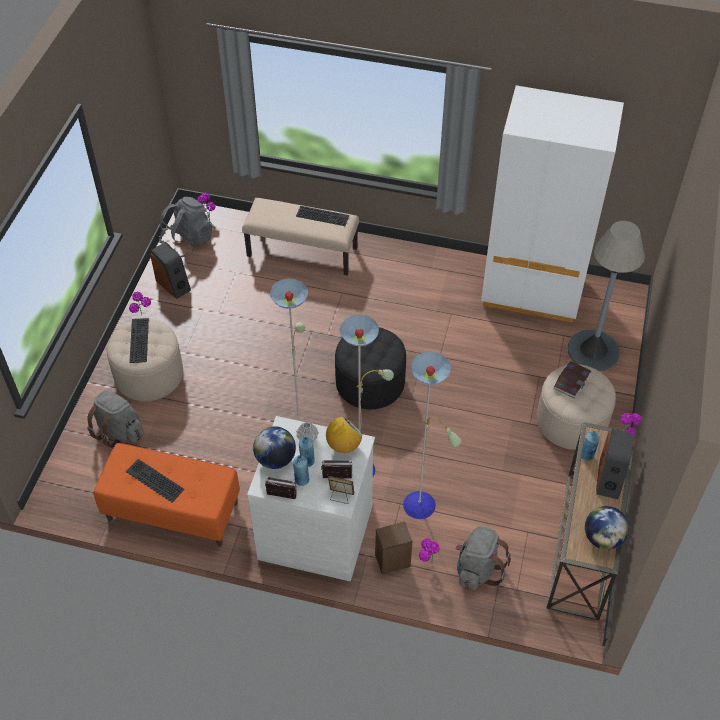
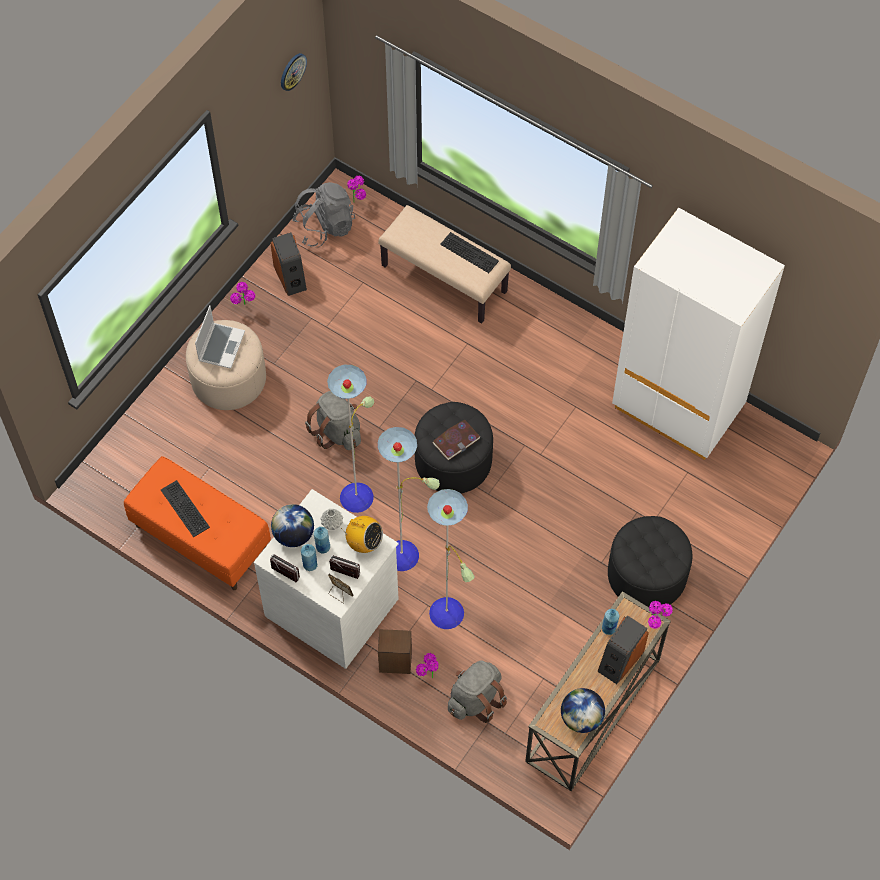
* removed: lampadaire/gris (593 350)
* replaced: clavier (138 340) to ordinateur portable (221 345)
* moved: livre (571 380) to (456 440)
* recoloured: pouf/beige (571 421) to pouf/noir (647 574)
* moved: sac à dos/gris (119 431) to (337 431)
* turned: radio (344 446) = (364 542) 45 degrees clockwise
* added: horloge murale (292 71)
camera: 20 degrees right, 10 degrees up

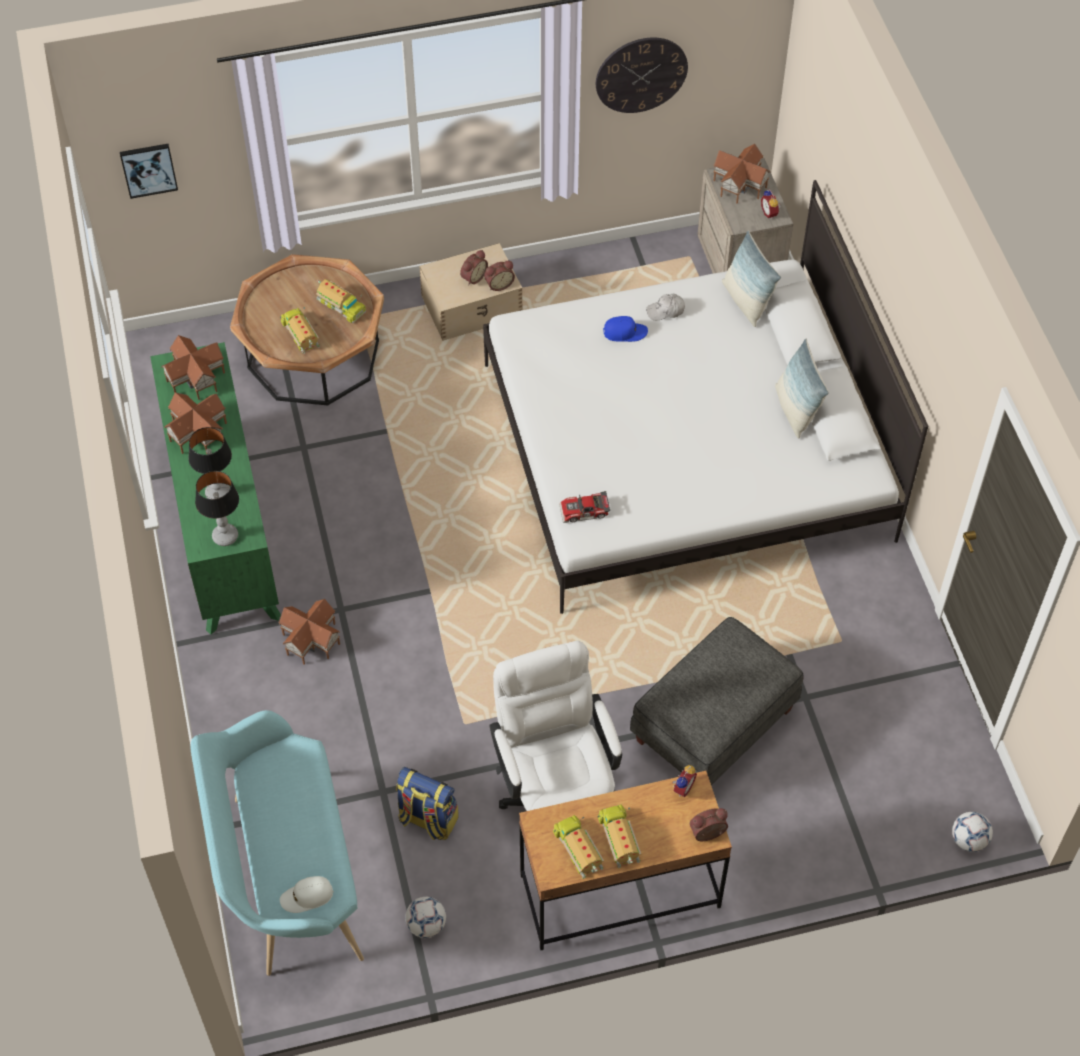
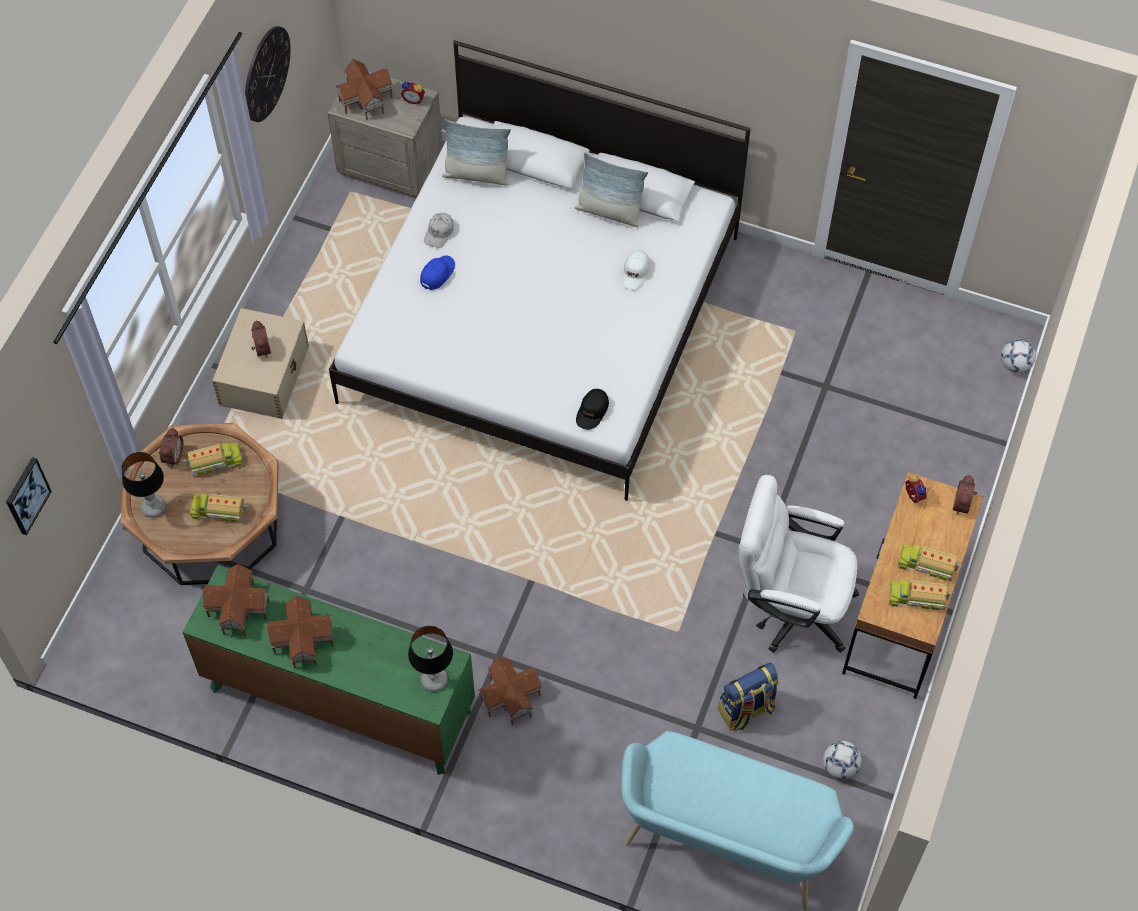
* moved: réveil (499 284) to (172 456)
* moved: lampe de table (219 493) to (153 507)
* replaced: petite voiture (584 512) to casquette/noir (592 411)
* removed: pouf/gris (714 727)
* moved: casquette/blanc (307 897) to (635 272)
camera: 55 degrees left, 5 degrees up

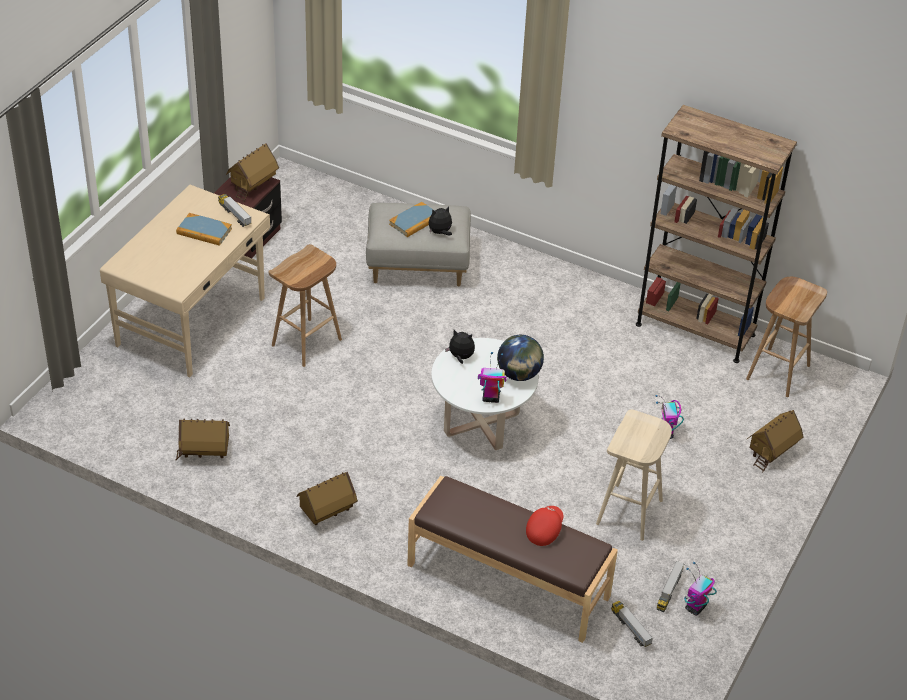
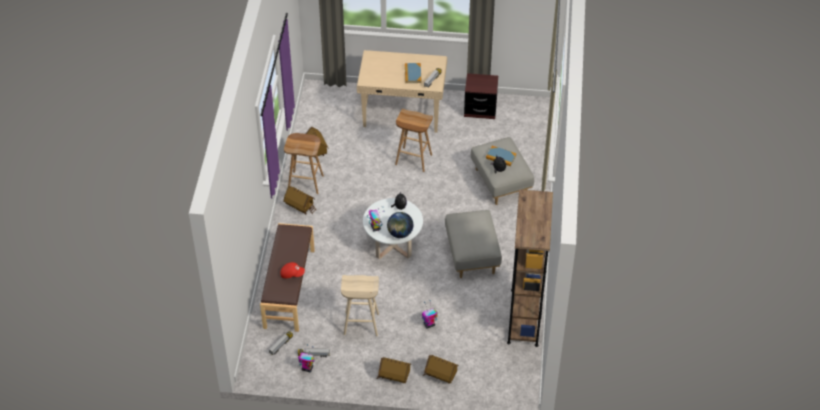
* moved: maison miniature (253 186) to (394 377)
* moved: tabouret/marron (777 371) to (306 182)
* added: pouf/gris (471 255)
camera: 70 degrees right, 5 degrees up

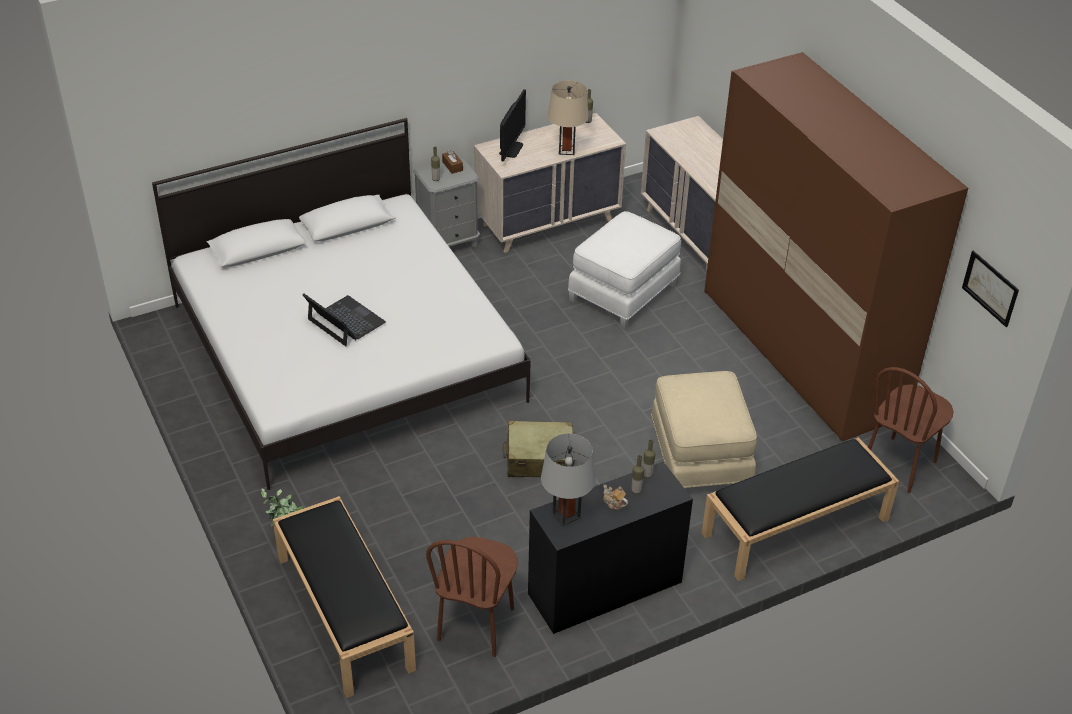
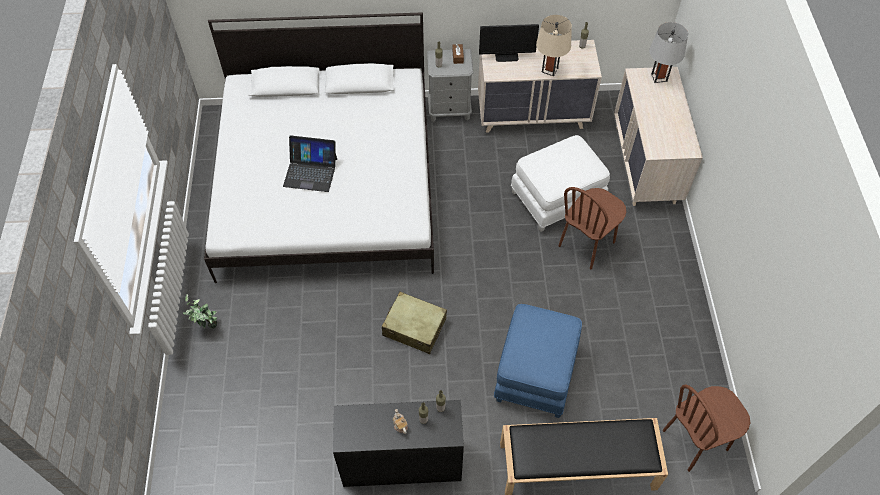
* removed: armoire/marron (801 353)
* turned: écran d'ordinateur (511 149) = (506 56) 45 degrees clockwise
* removed: tableau (990 288)
* turned: ordinateur portable (345 321) = (310 172) 120 degrees clockwise
* recoloured: pouf/beige (699 458) to pouf/bleu (535 372)
* moved: lampe de table/gris (566 515) to (659 77)
* removed: banc/noir (343 612)
* moved: chaise/marron (476 624) to (587 244)
camera: 25 degrees right, 15 degrees up

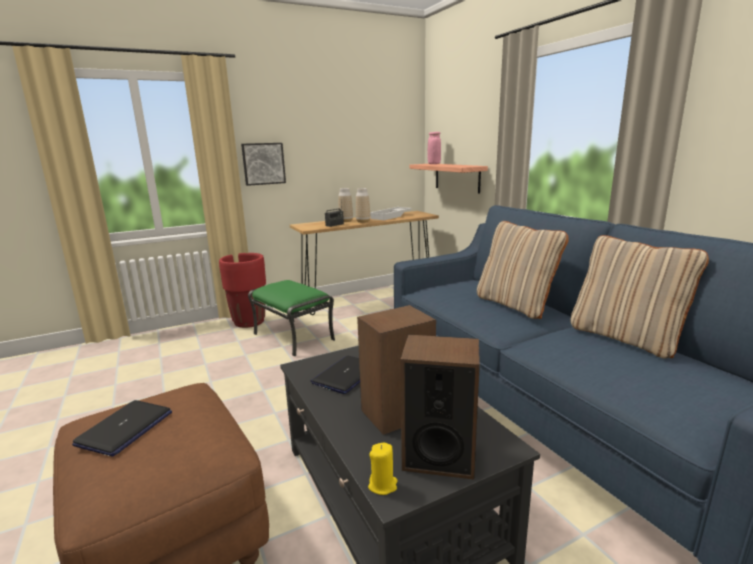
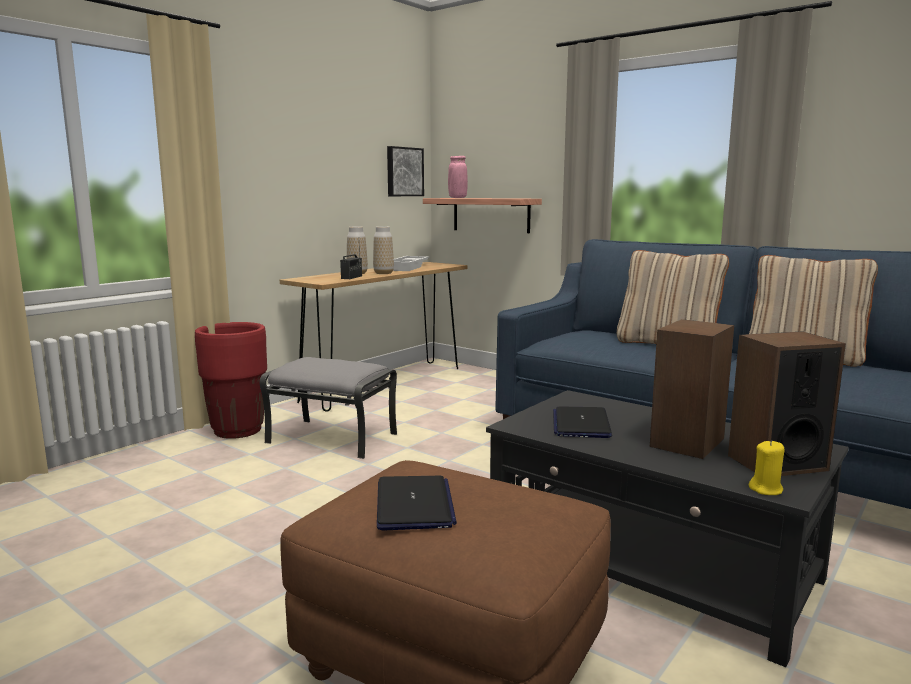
* moved: tableau (263 163) to (404 172)
* recoloured: pouf/vert (294 337) to pouf/gris (333 438)
camera: 25 degrees left, 5 degrees down

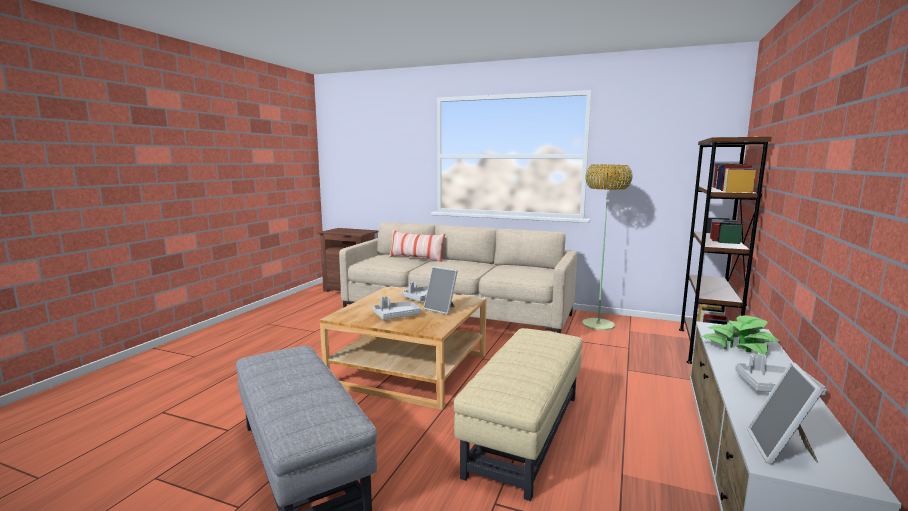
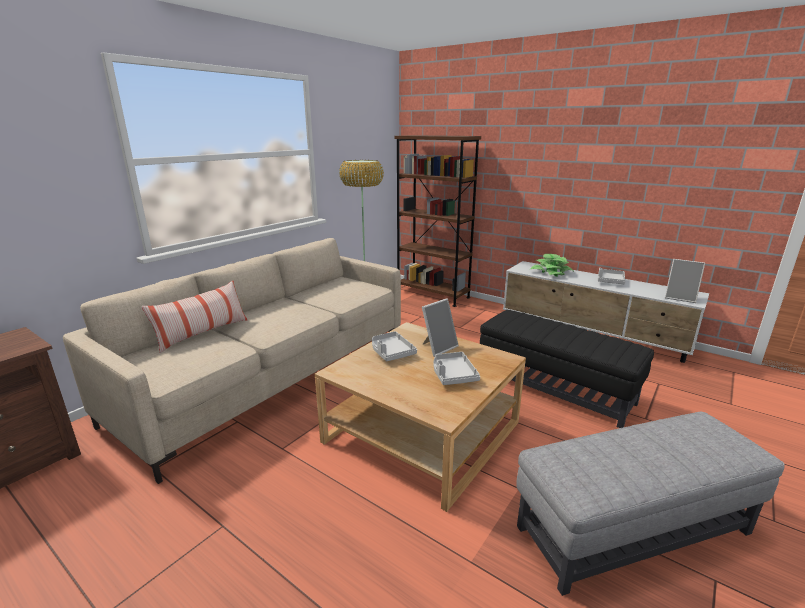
* recoloured: pouf/beige (525 433) to pouf/noir (555 388)
camera: 75 degrees left, 10 degrees up

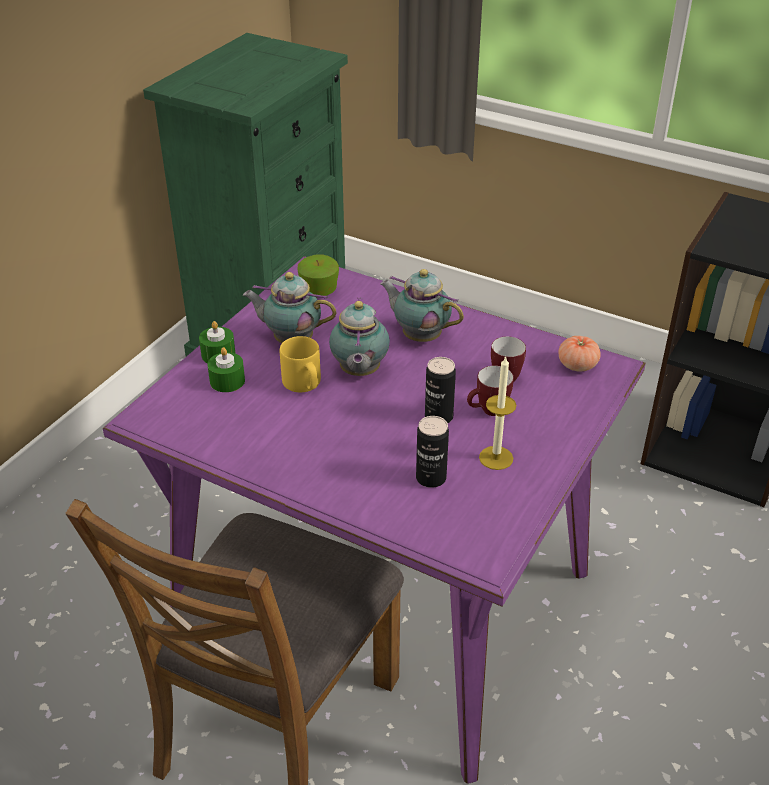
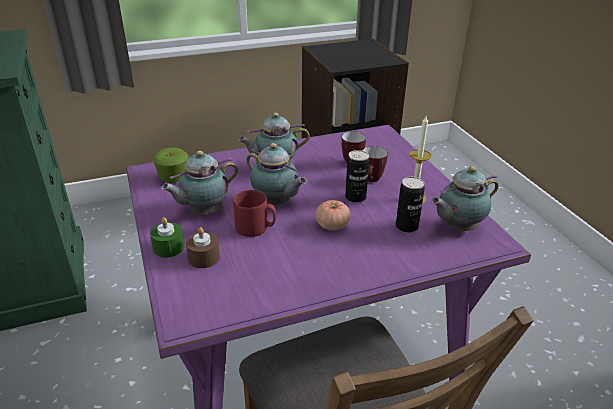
* recoloured: mug/jaune (303 384) to mug/rouge (256 228)
* moved: tomate (577 365) to (332 225)
* recoloured: bougie/vert (227 381) to bougie/marron (204 257)
* added: théière (457 227)
camera: 50 degrees left, 5 degrees down

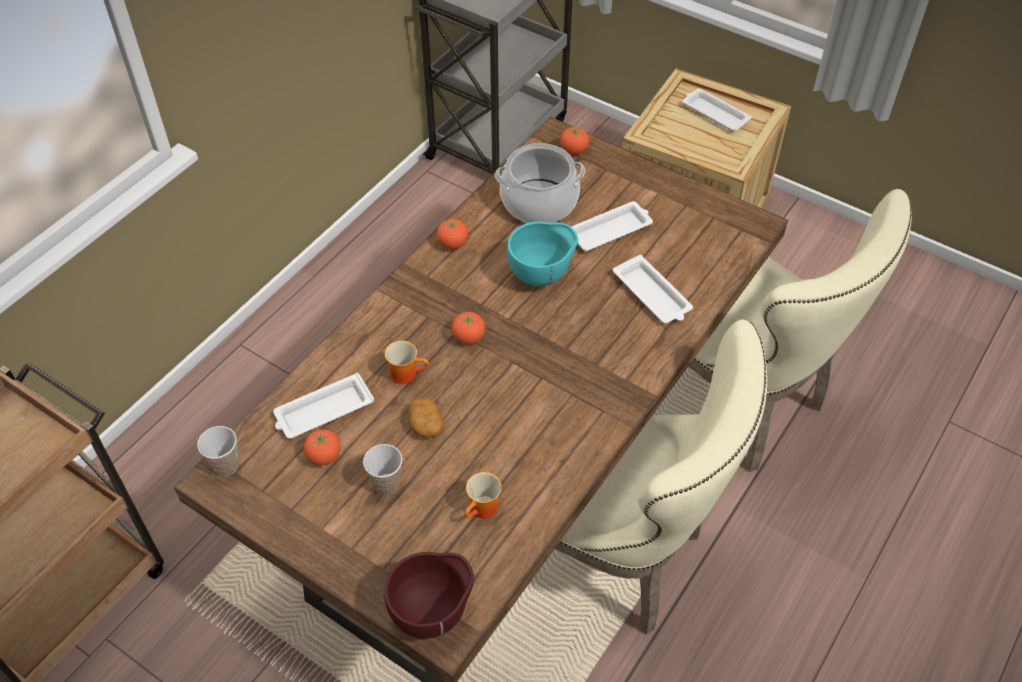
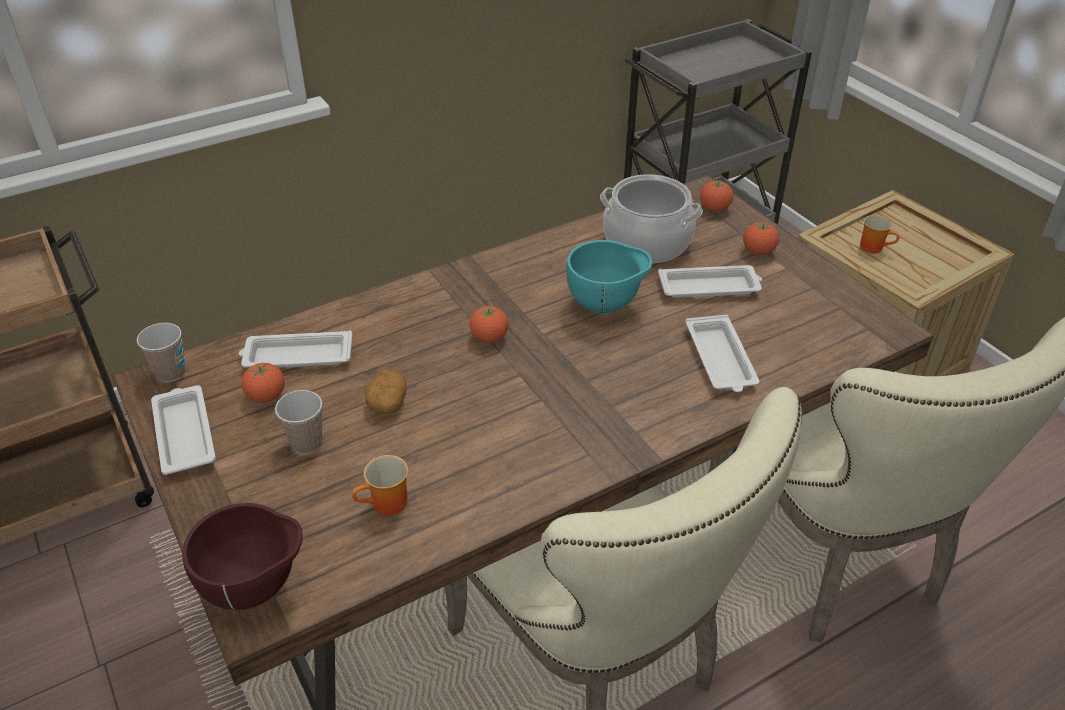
* moved: plateau/blanc (714 113) to (184 433)
* moved: tomate (452 244) to (758 251)
* moved: mug (407 373) to (874 247)
camera: 25 degrees right, 10 degrees down

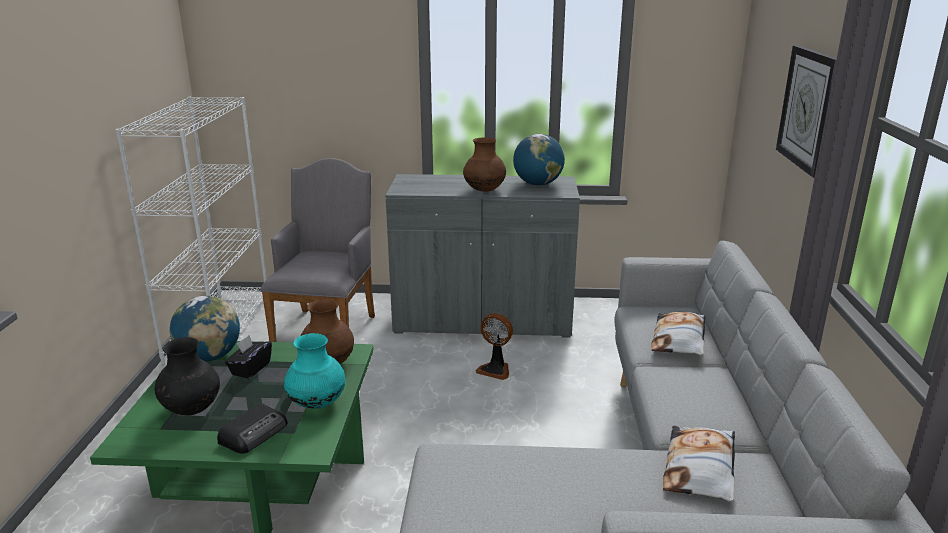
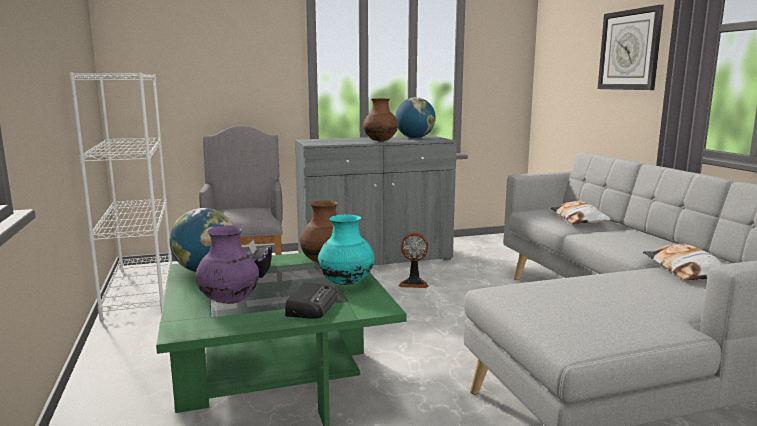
* recoloured: vase/noir (191 409) to vase/violet (229 301)
camera: 20 degrees left, 10 degrees down

